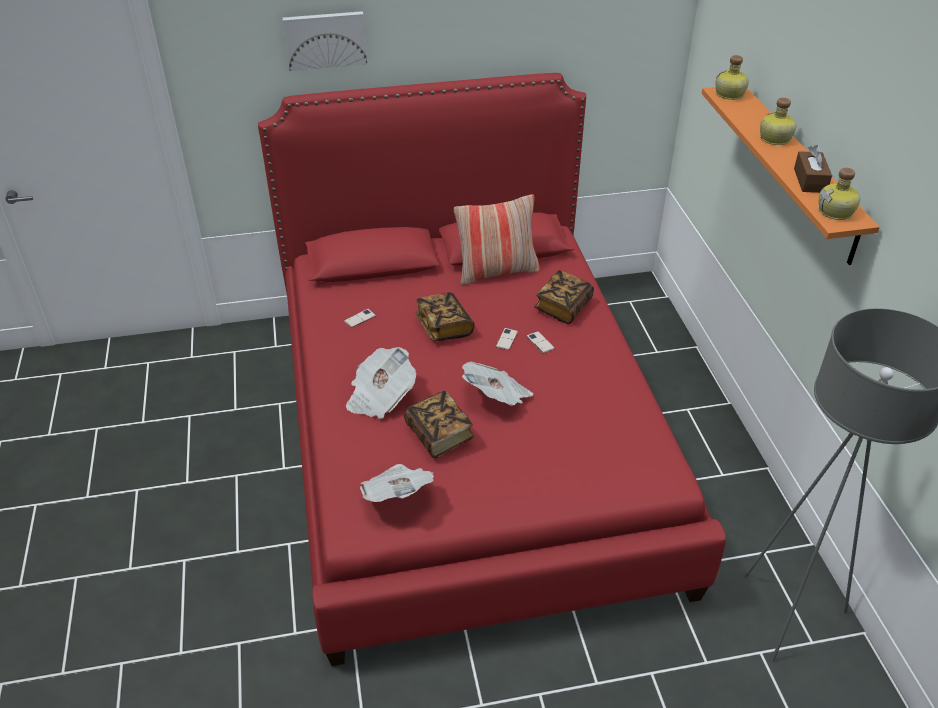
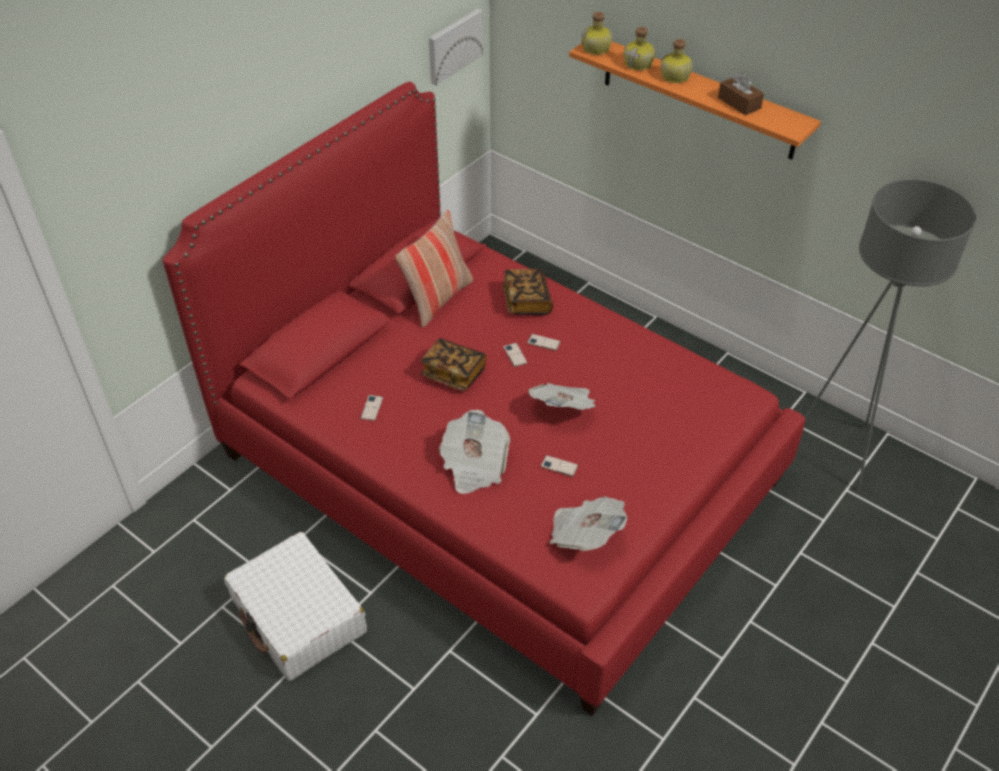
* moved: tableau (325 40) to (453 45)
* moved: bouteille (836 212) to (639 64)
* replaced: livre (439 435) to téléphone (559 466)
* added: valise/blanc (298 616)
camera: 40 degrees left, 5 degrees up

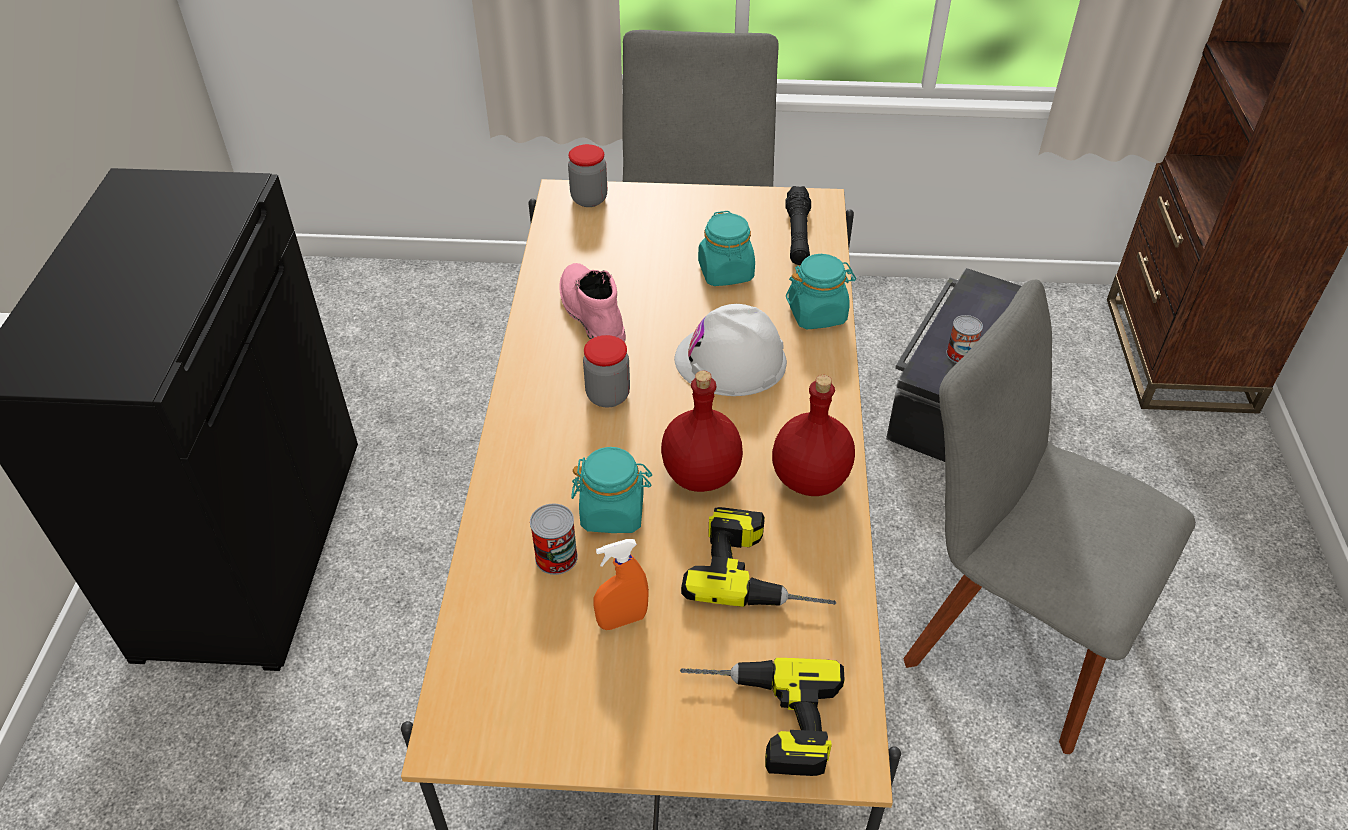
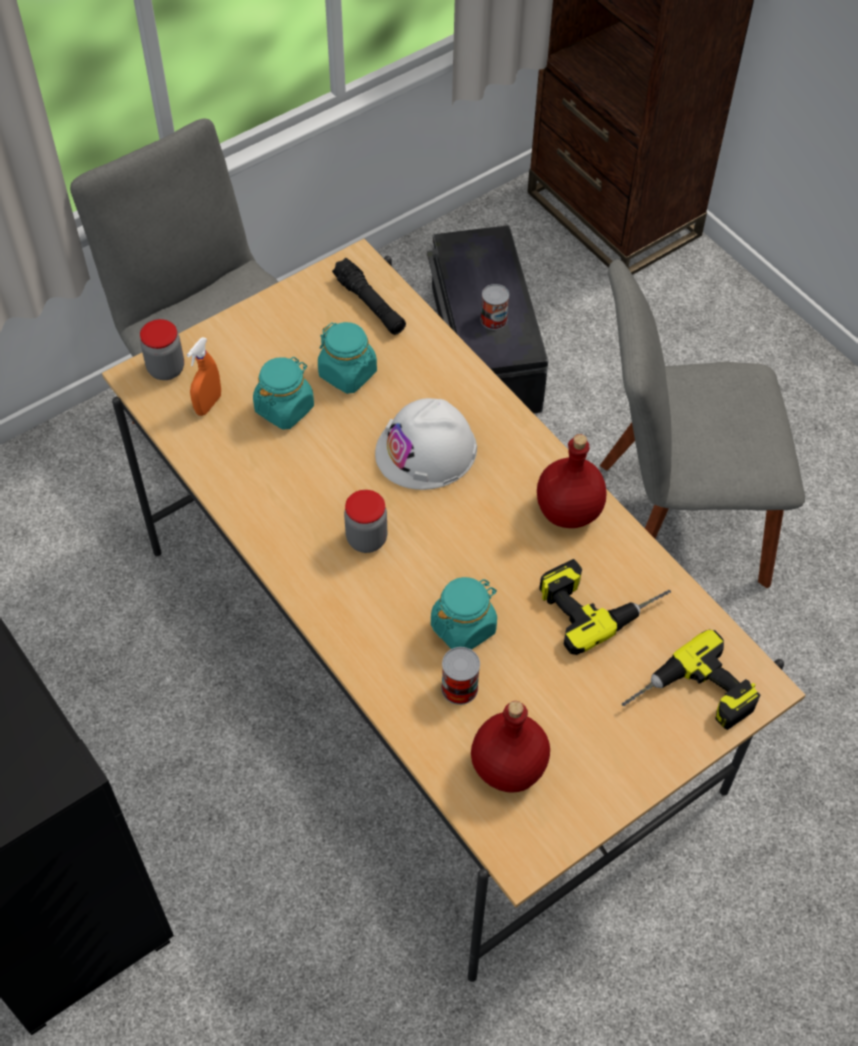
* moved: bocal/turquoise (817 313) to (284 408)
* removed: botte/rose (590 314)
* moved: bouteille/rouge (699 475) to (507 768)
* moved: vaporisateur/orange (622 620) to (208 404)
camera: 40 degrees left, 10 degrees up

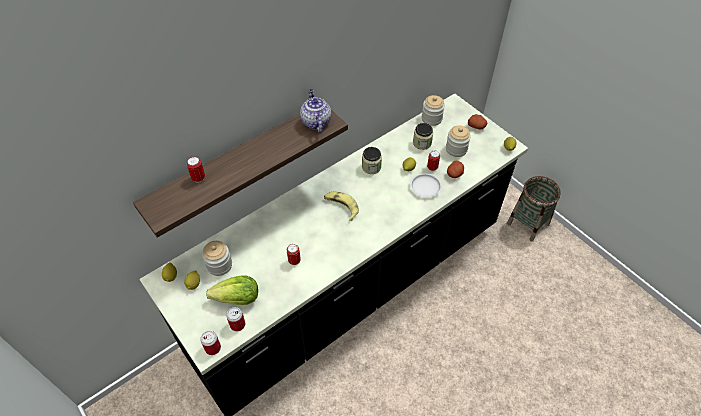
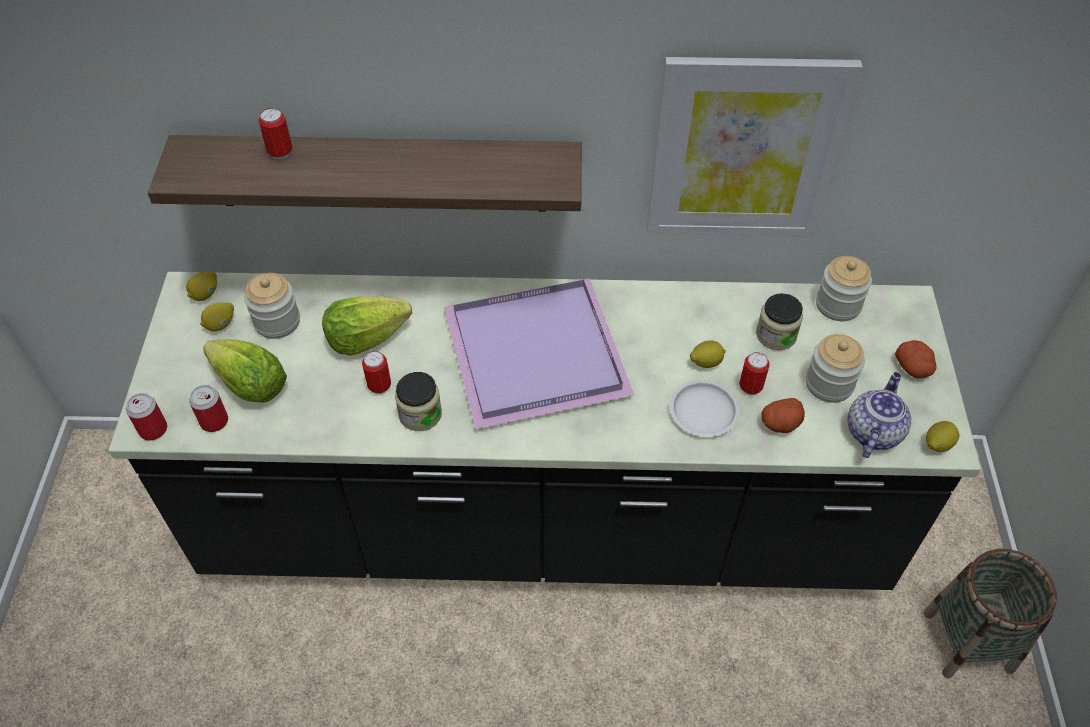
* moved: théière (315 122) to (872 431)
* moved: bocal (371 167) to (420 414)
* replaced: banane (341 207) to plateau/violet (532 352)
* added: tableau (744 150)
* added: laitue (365 338)
camera: 40 degrees right, 0 degrees up

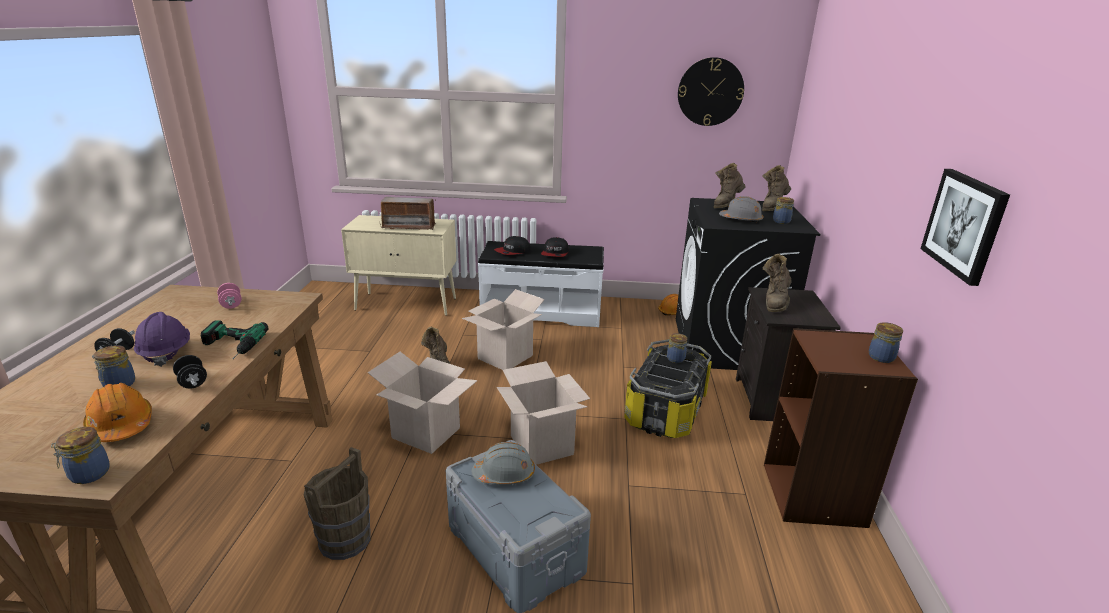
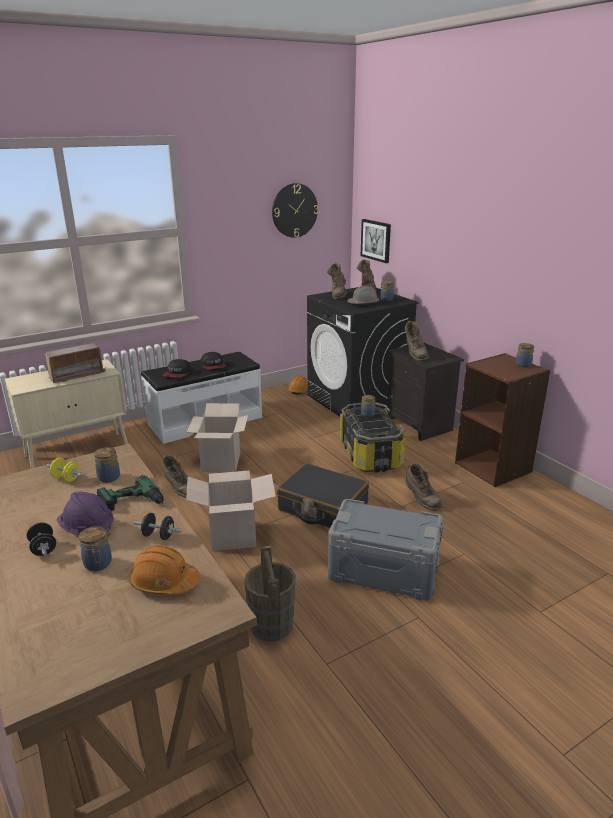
* moved: tableau (964 224) to (376 240)
* recoloured: haltère/rose (231 304) to haltère/jaune (66 478)
* replaced: carton (541 445) to valise/noir (322 507)
* moved: bocal (88 474) to (108 478)
* removed: casque de chantier/gris (504 474)
* added: botte/marron (421 500)
camera: 35 degrees left, 0 degrees up

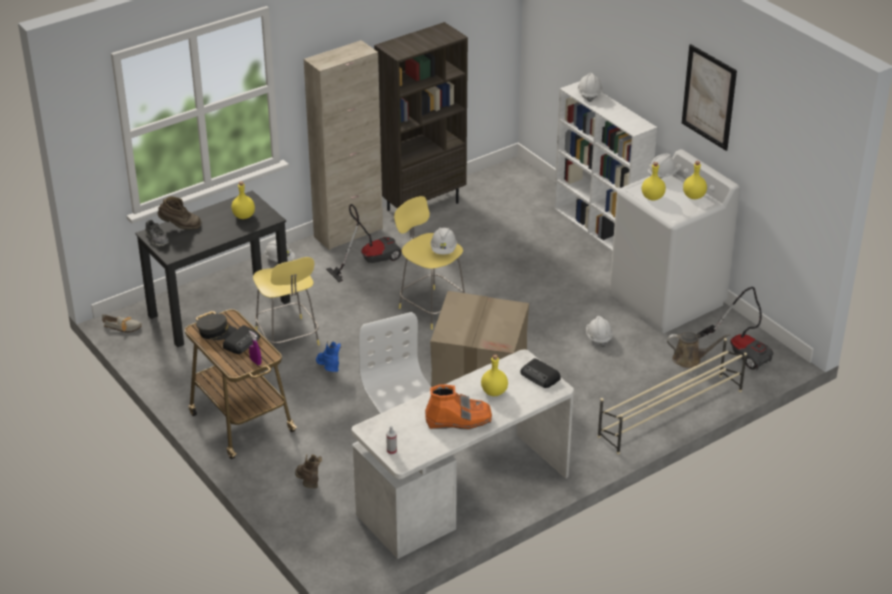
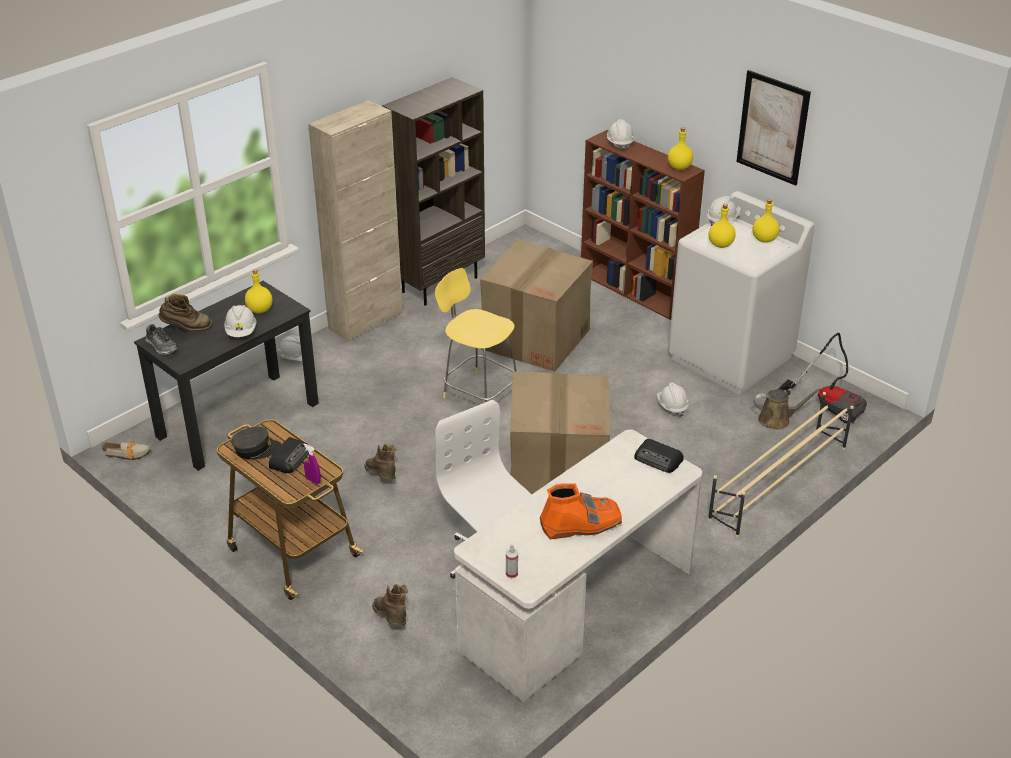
* recoloured: bibliothèque/blanc (600 229) to bibliothèque/marron (635 291)
* removed: aspirateur (369 260)
* moved: casque de chantier/blanc (443 249) to (241 331)
* removed: tabouret/jaune (288 339)
* recoloured: botte/bleu (329 370) to botte/marron (382 477)
* moved: bouteille/jaune (494 392) to (680 167)
* added: carton (536 338)
camera: 10 degrees left, 0 degrees up

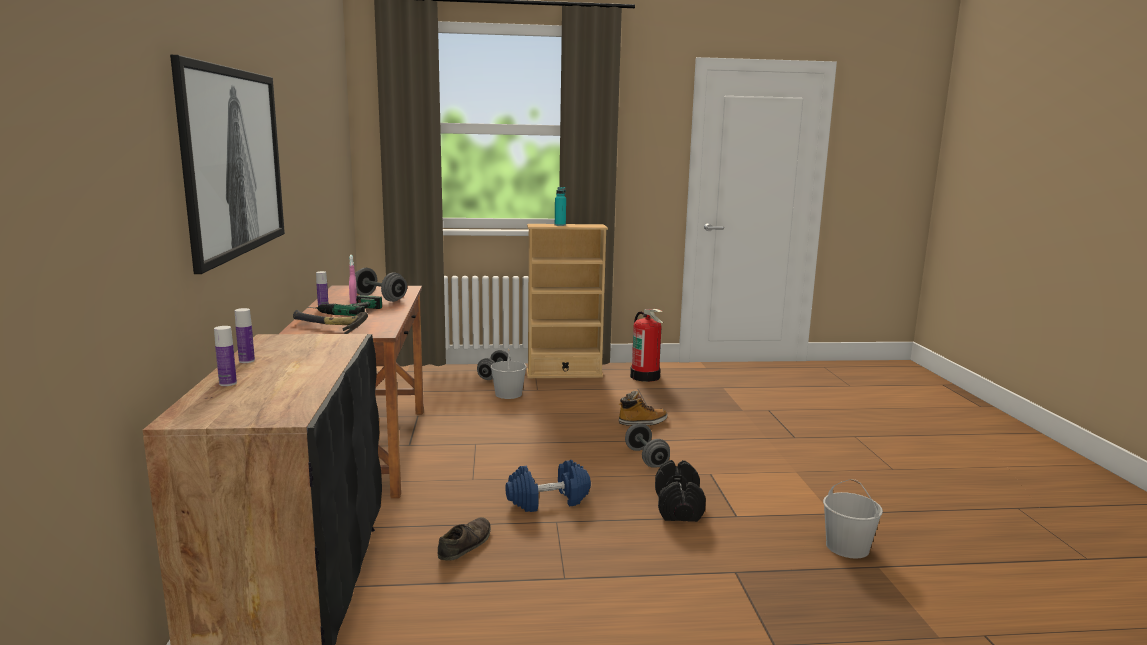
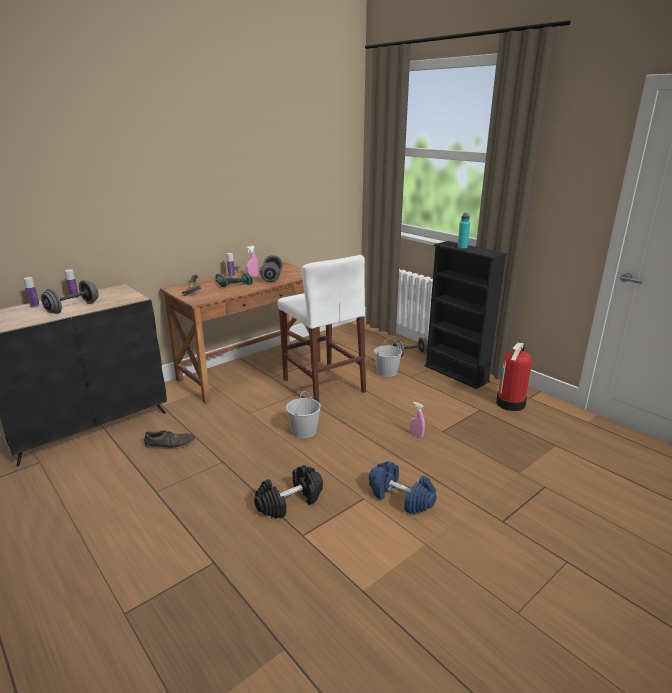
* removed: tableau (235 162)
* recoloured: bibliothèque/beige (564 374) to bibliothèque/noir (456 374)
* replaced: botte (642 422) to vaporisateur/rose (416 435)
* moved: haltère/gris (646 458) to (73 308)
* moved: haltère/bleu (548 501) to (400 498)
* moved: seau/blanc (848 547) to (304 431)
* added: tabouret/blanc (323 385)
camera: 55 degrees right, 10 degrees up

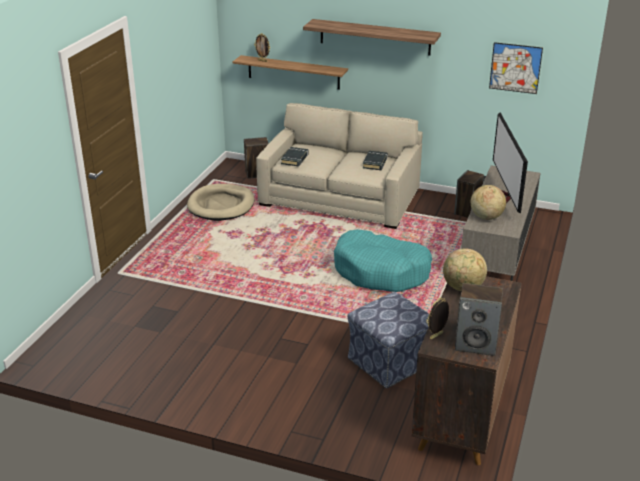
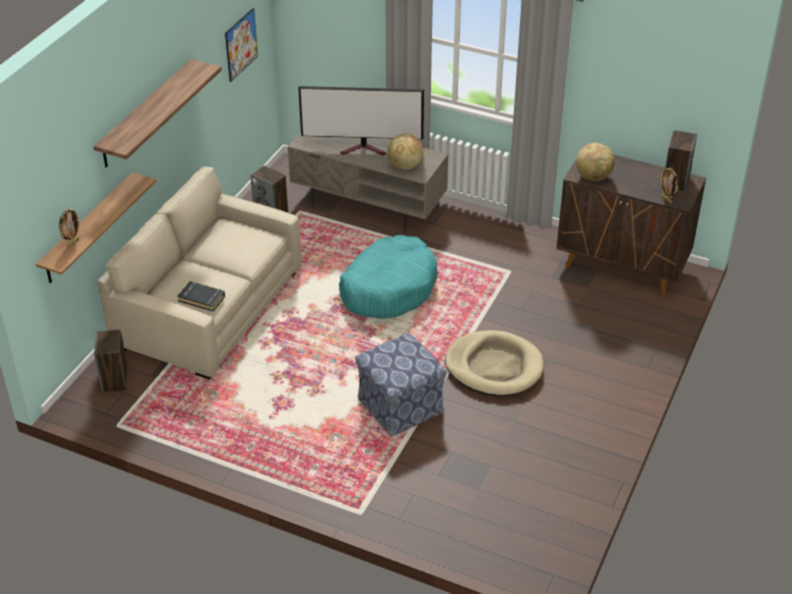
* removed: livre/noir (375 163)
* moved: panier pour chien/beige (221 205) to (494 367)
* moved: pouf (390 361) to (399 405)
camera: 85 degrees left, 10 degrees up

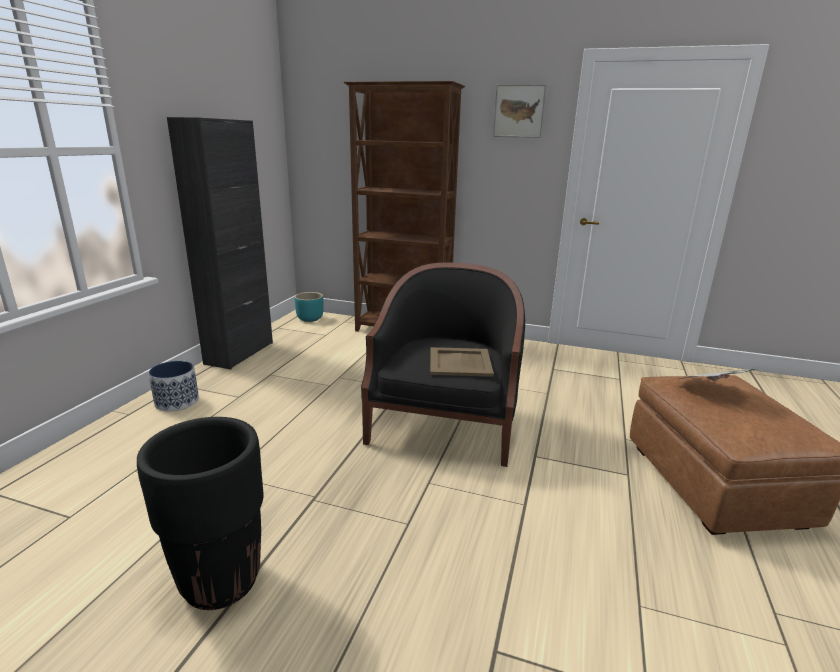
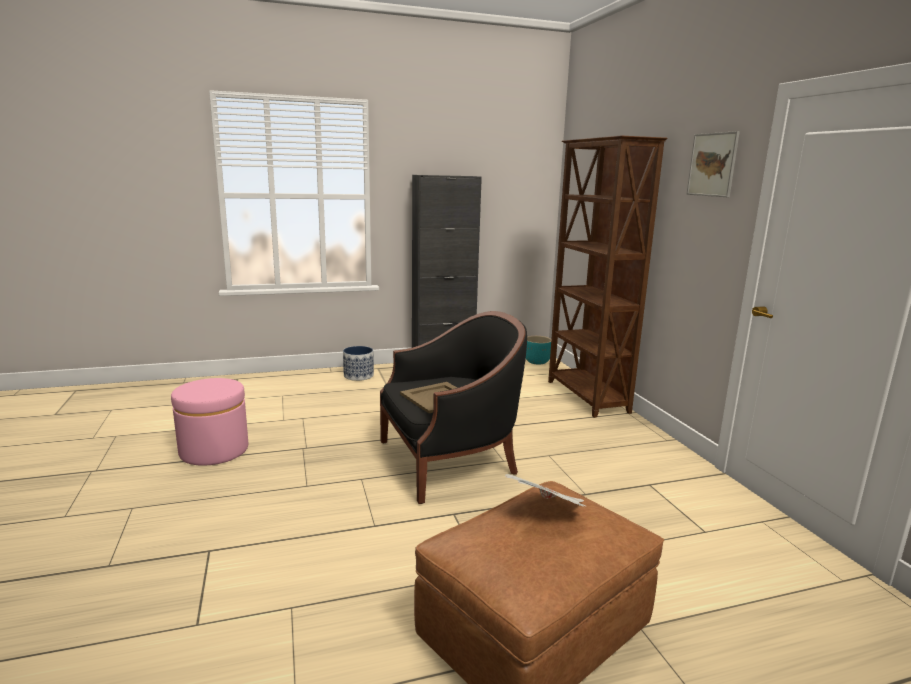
* replaced: cache-pot/noir (220 581) to pouf/rose (214 450)
camera: 55 degrees right, 5 degrees down

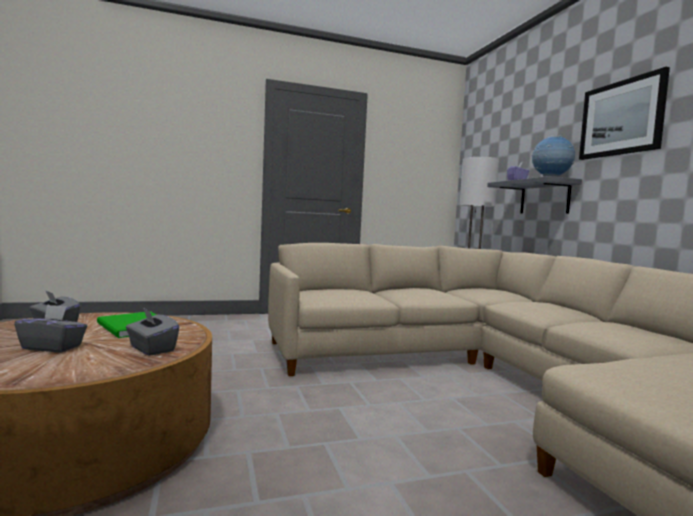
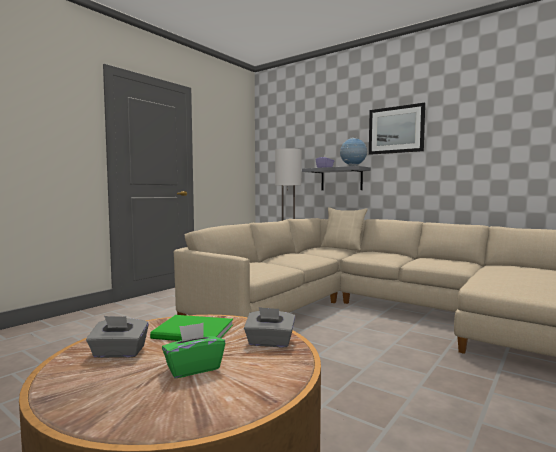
* recoloured: boîte à mouchoirs/gris (52 347) to boîte à mouchoirs/vert (193 368)
* added: coussin/beige (343 248)
camera: 35 degrees left, 0 degrees up

